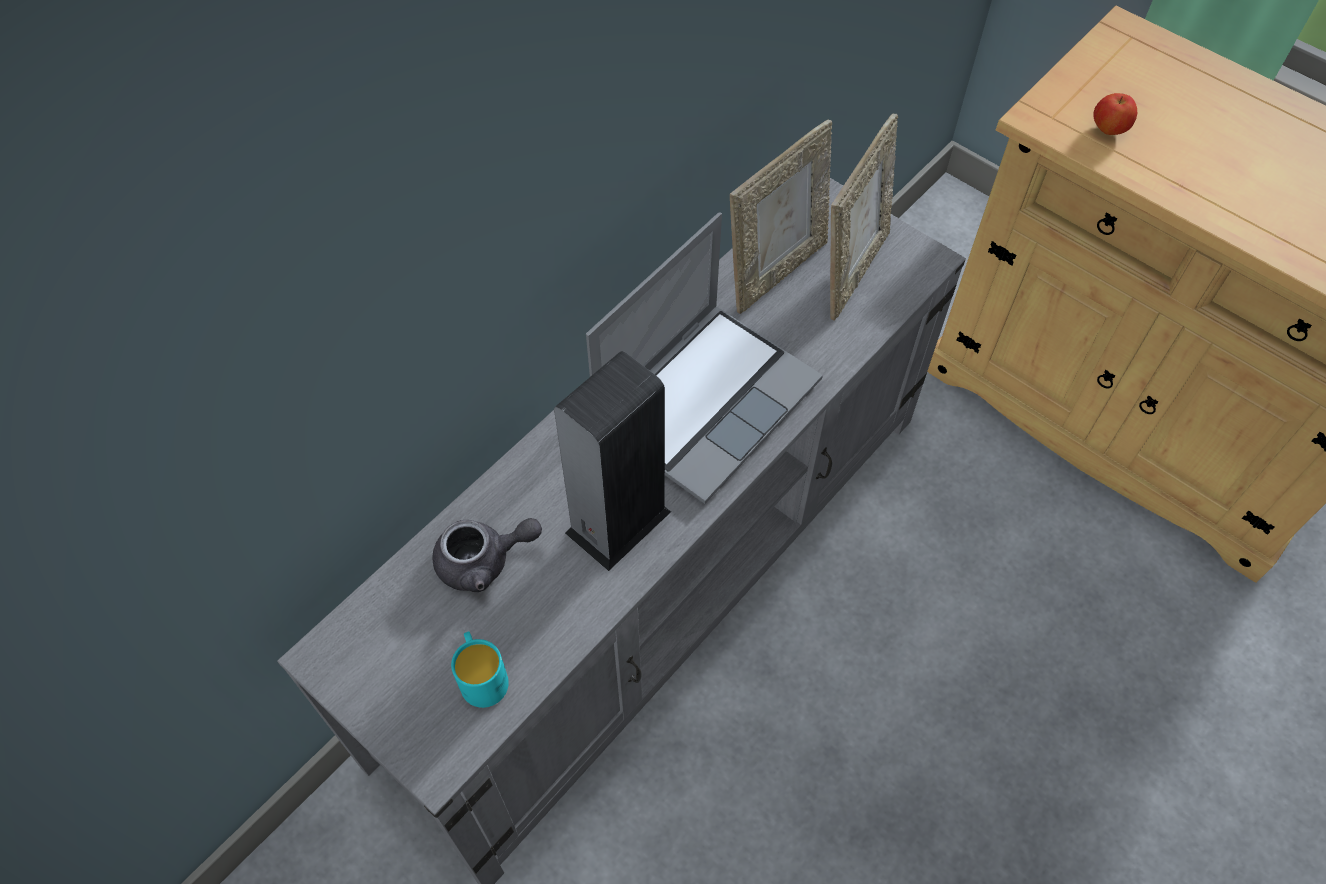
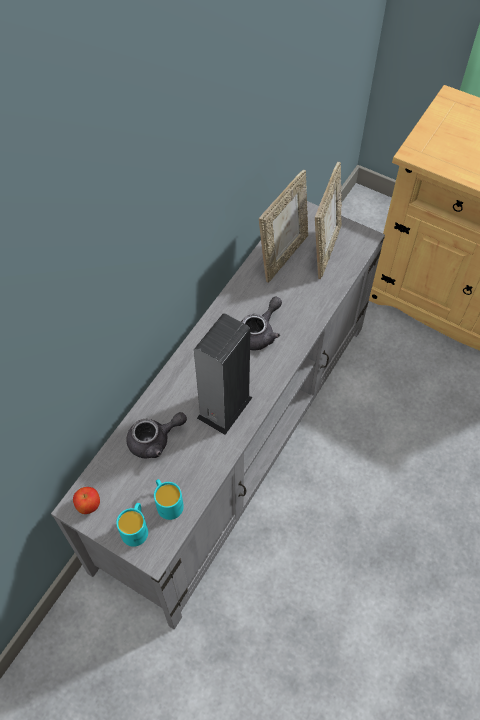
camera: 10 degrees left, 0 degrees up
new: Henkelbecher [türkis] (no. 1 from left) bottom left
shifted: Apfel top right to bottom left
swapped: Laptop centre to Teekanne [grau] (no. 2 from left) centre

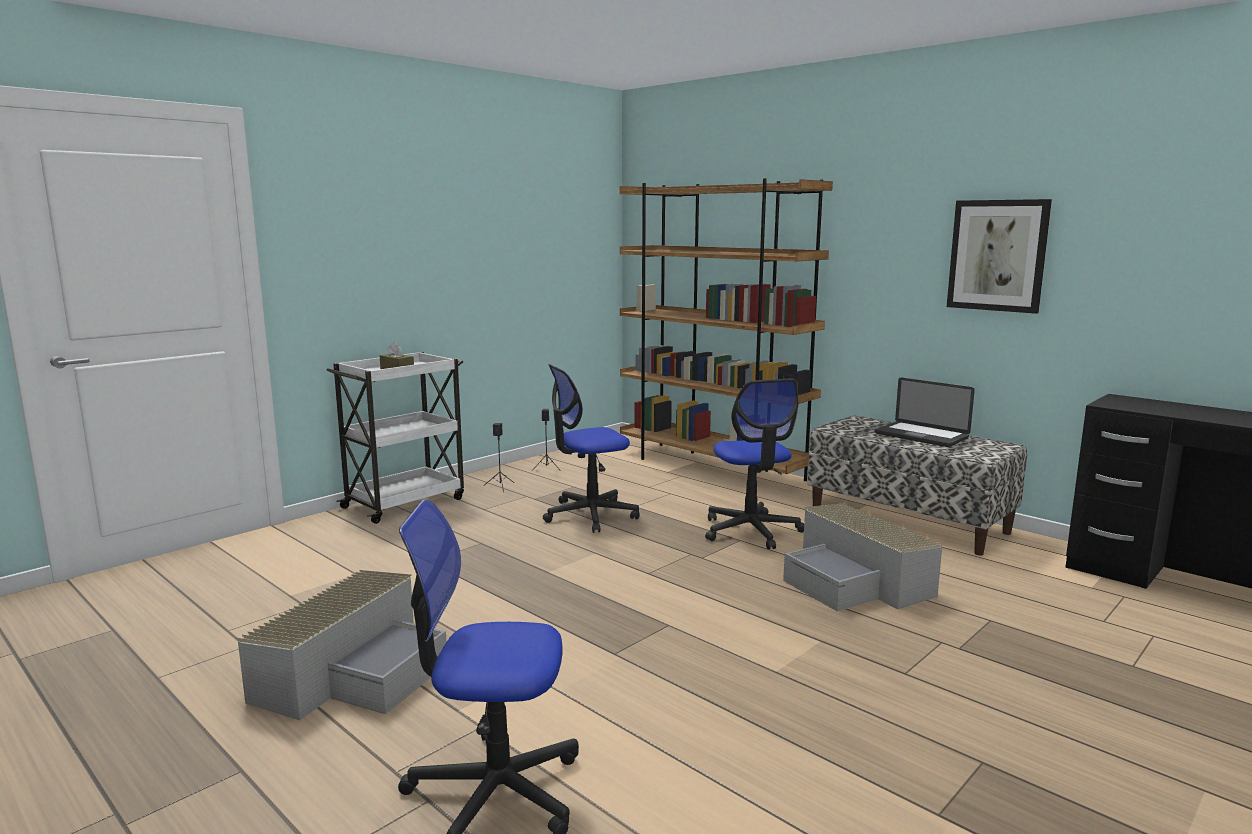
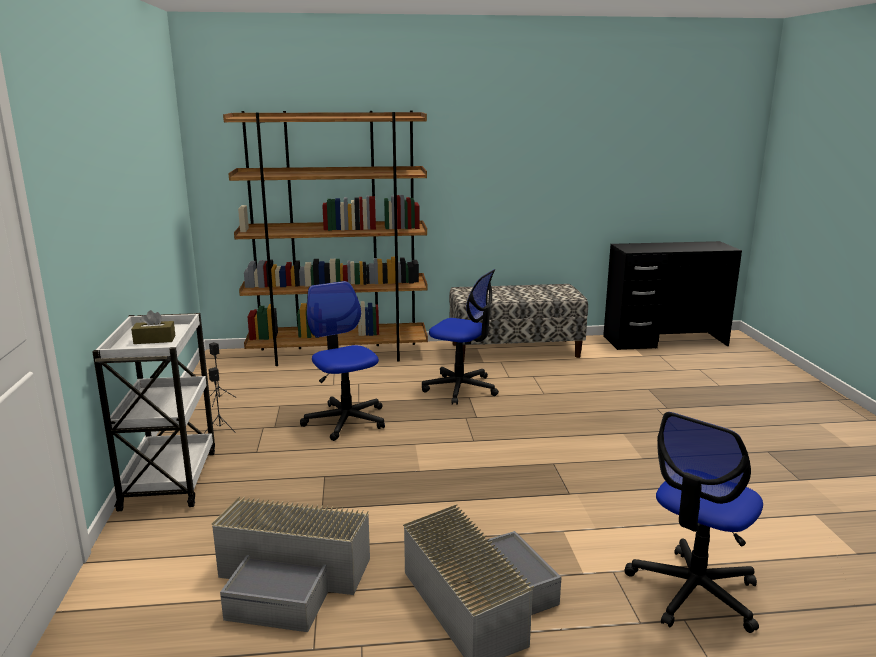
camera: 50 degrees left, 5 degrees up
gone: Laptop middle right; Bild top right
shifted: Aufbewahrungsbox [grau] (no. 2 from left in the first image) bottom right to Aufbewahrungsbox [grau] (no. 1 from left) bottom left
rotated: Bürostuhl (no. 2 from left in the first image) centre = centre 135 degrees clockwise

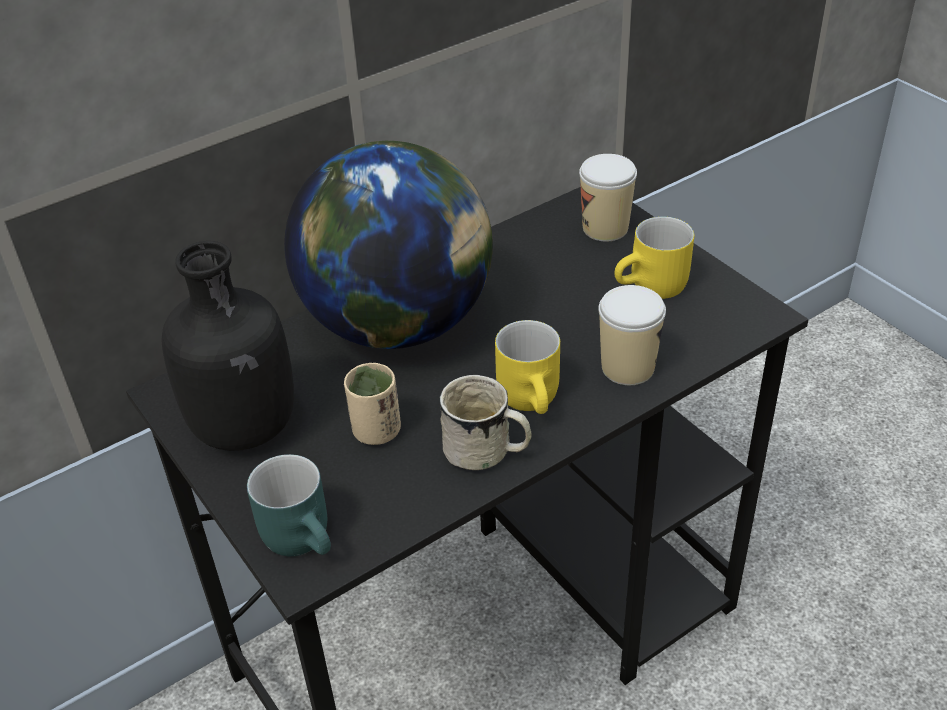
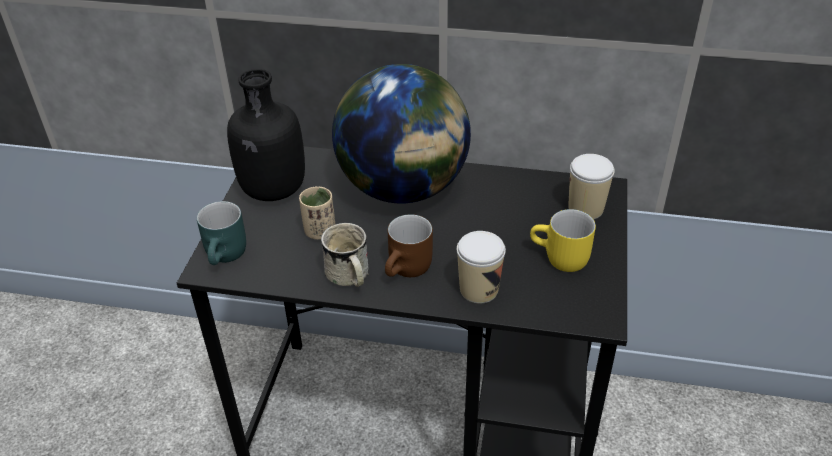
camera: 45 degrees right, 0 degrees up
repainted: Henkelbecher [gelb] (no. 1 from left) centre to Henkelbecher [braun] centre

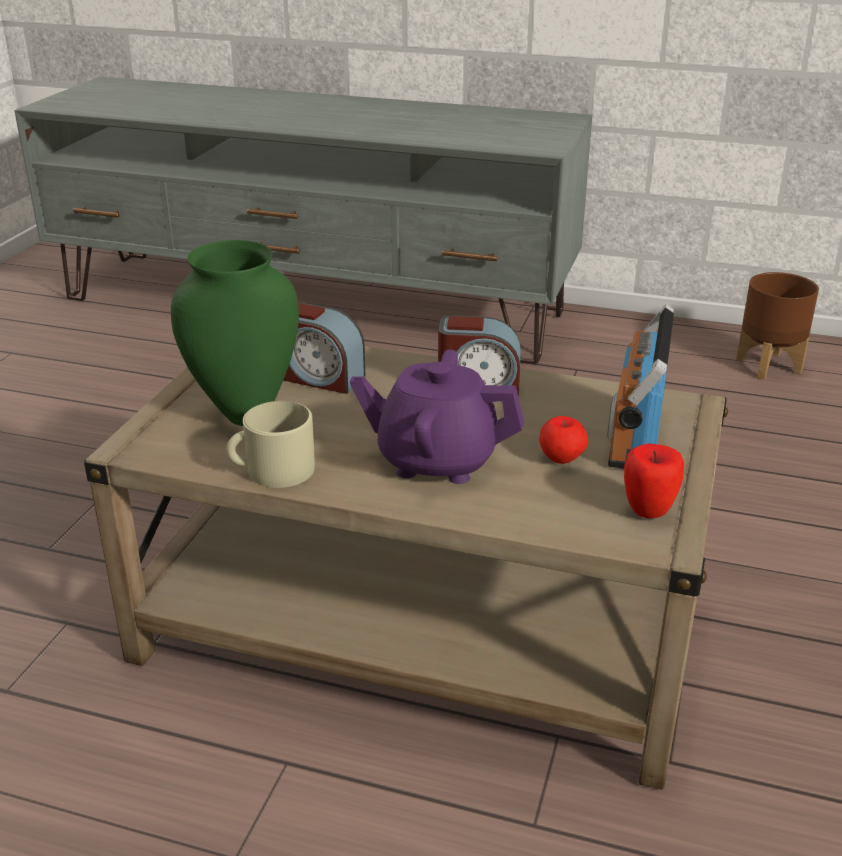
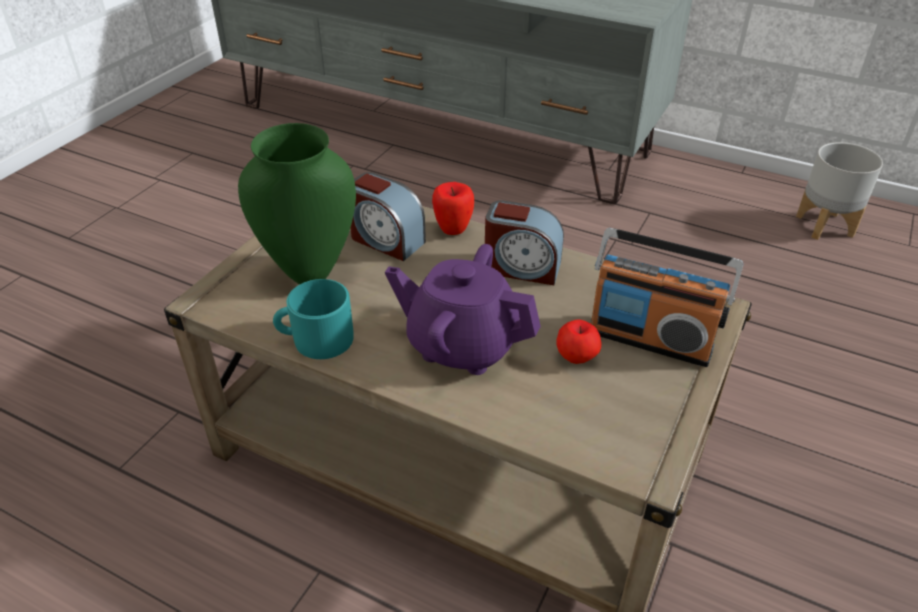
camera: 10 degrees right, 10 degrees up
shifted: Apfel (no. 2 from left in the first image) middle right to Apfel (no. 1 from left) centre
repainted: Henkelbecher [beige] middle left to Henkelbecher [türkis] centre; Pflanzkübel [braun] middle right to Pflanzkübel [grau] top right
rotated: Radio middle right = middle right 90 degrees counterclockwise

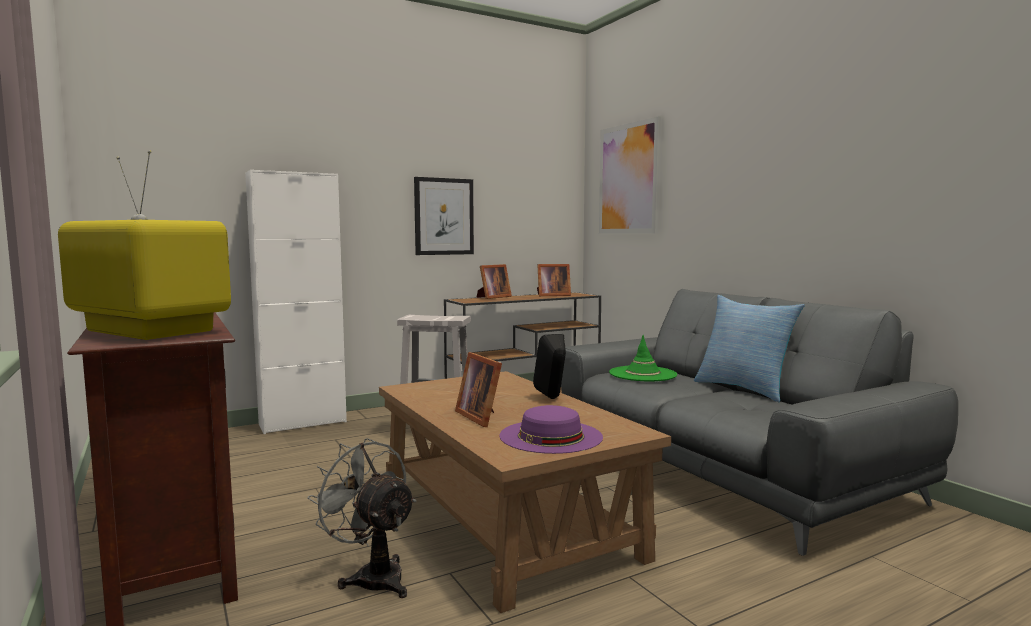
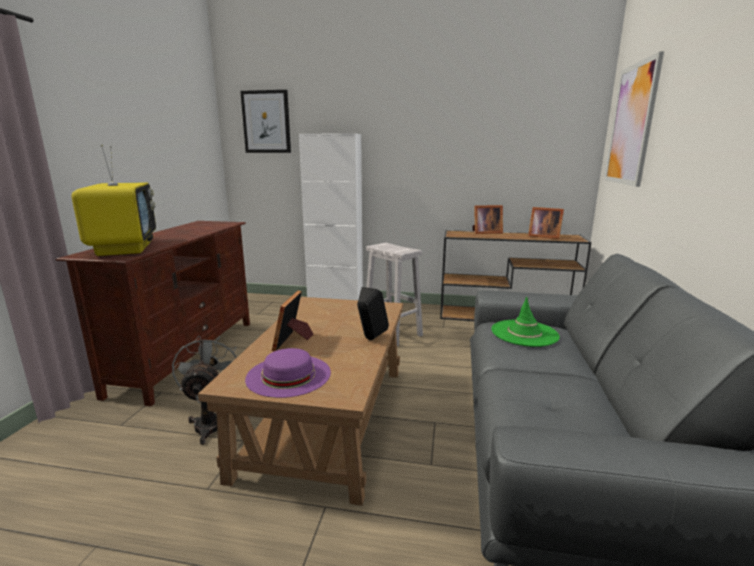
camera: 40 degrees right, 10 degrees up
gone: Kissen middle right
shifted: Bild (no. 1 from left) centre to top centre

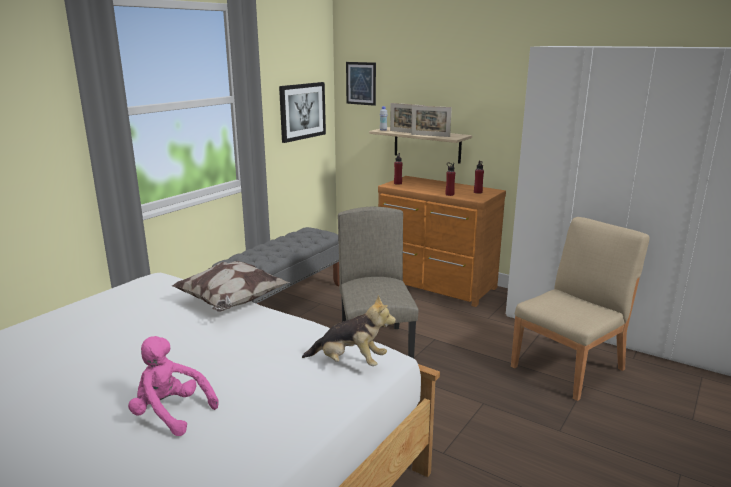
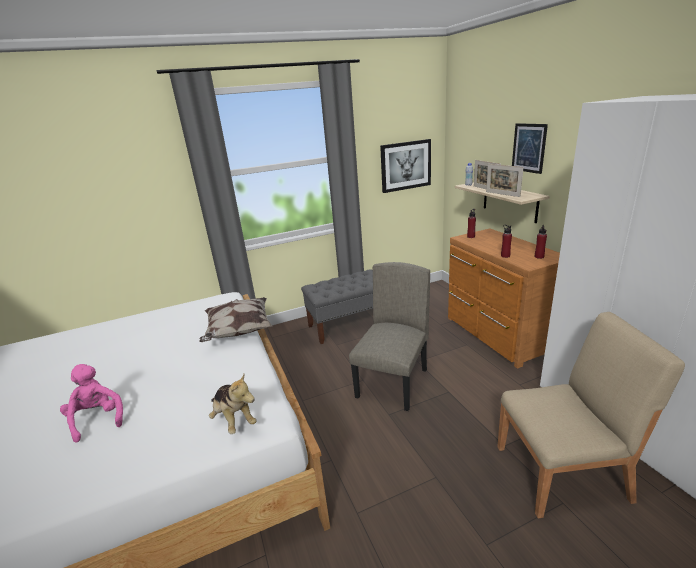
camera: 35 degrees right, 5 degrees up
shifted: Bild (no. 2 from left) top centre to top right

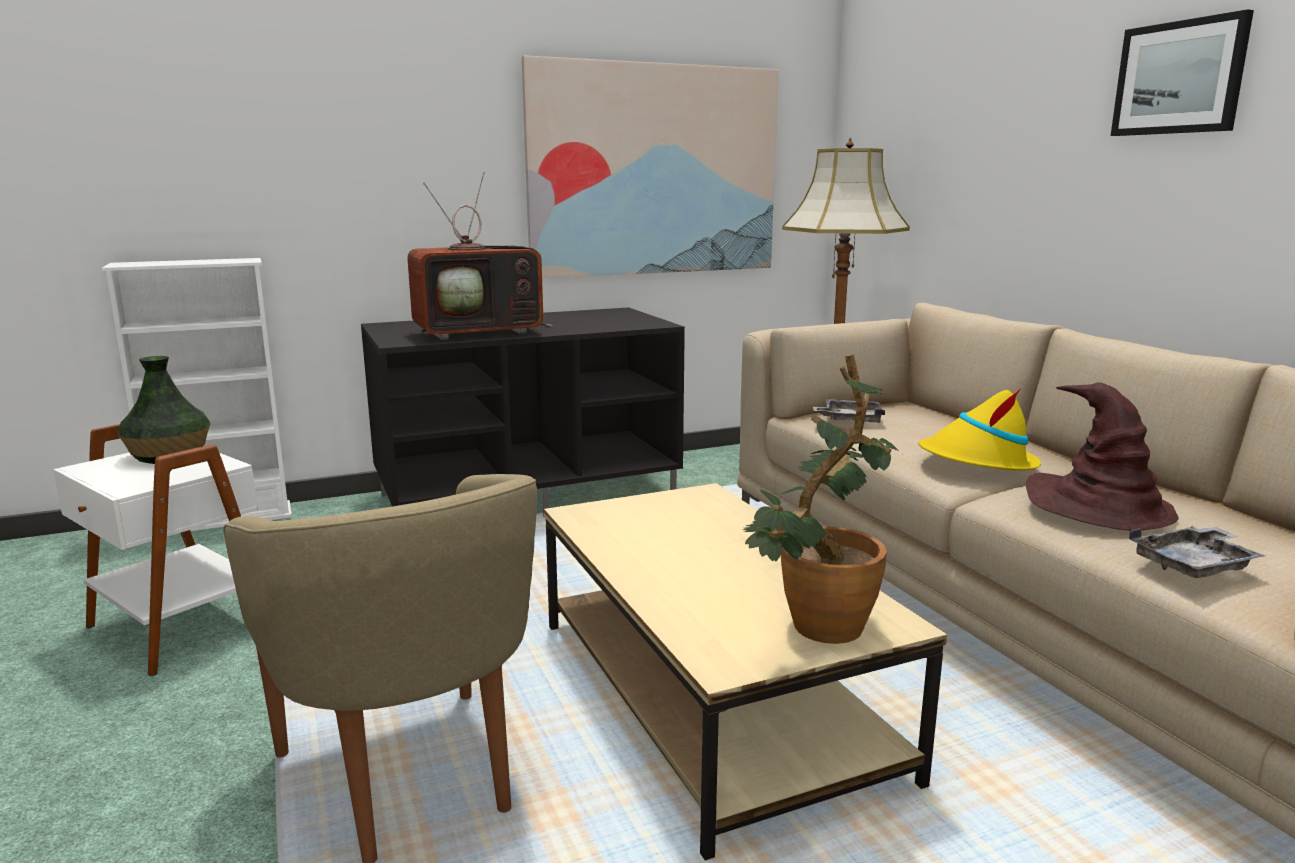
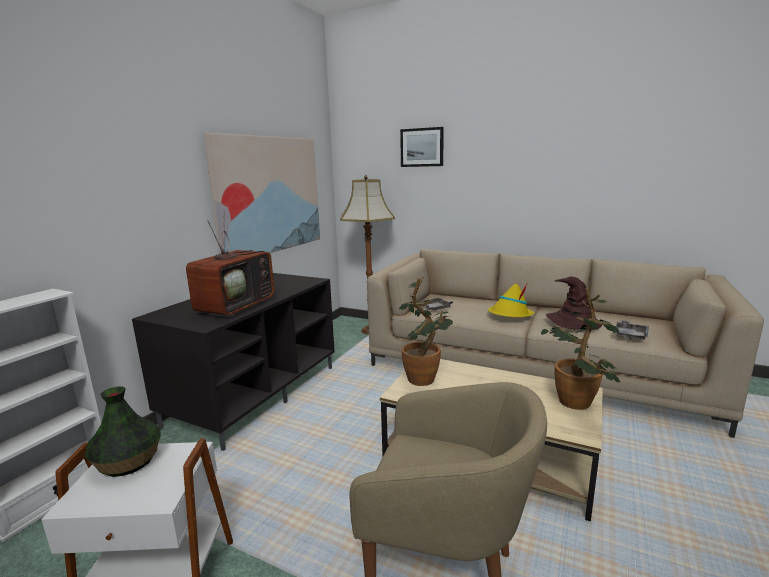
camera: 40 degrees left, 0 degrees up
new: Topfpflanze (no. 1 from left) centre
shifted: Bild (no. 2 from left) top right to top centre

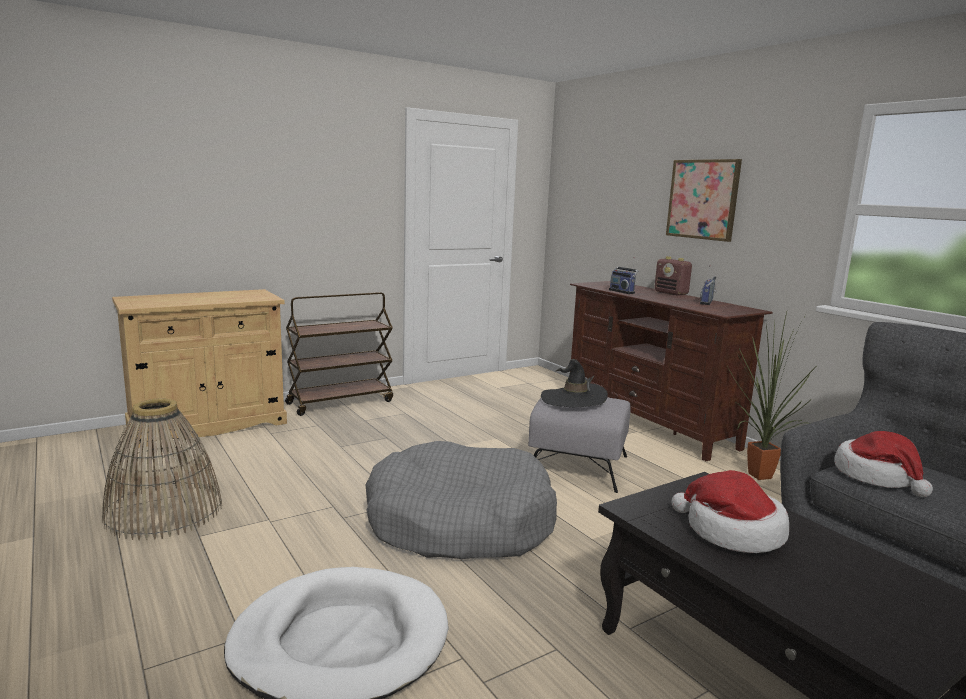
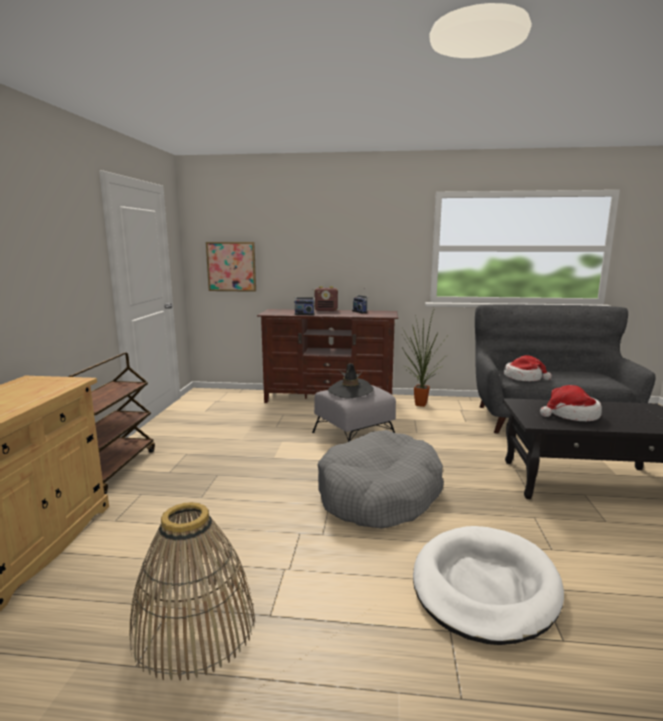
camera: 50 degrees left, 0 degrees up
shifted: Bild top right to centre

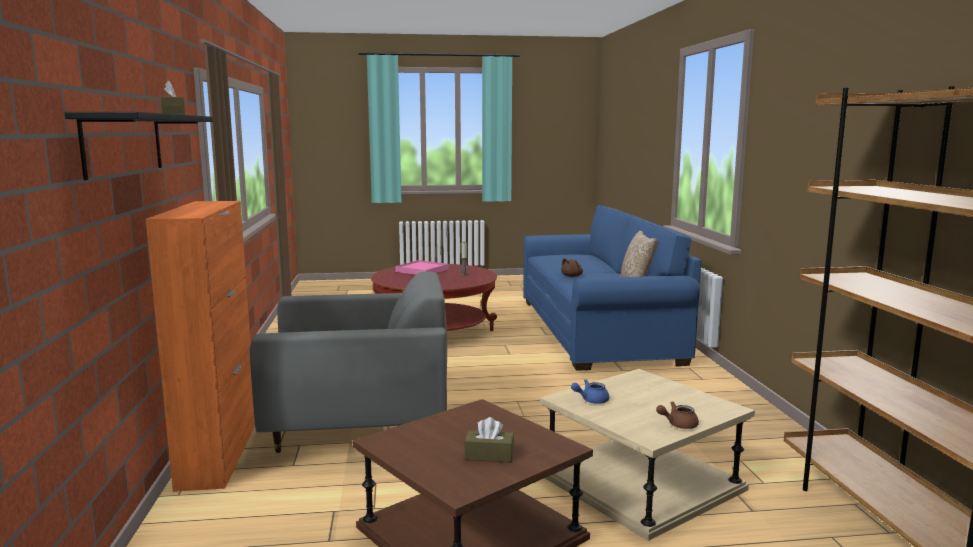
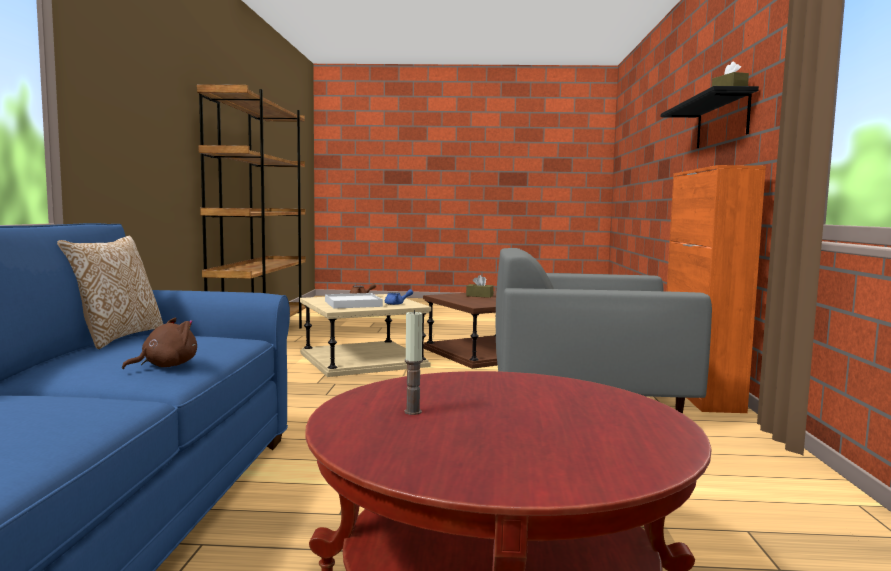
camera: 170 degrees left, 5 degrees down
gone: Tablett [rosa] centre
new: Tablett [weiß] centre

